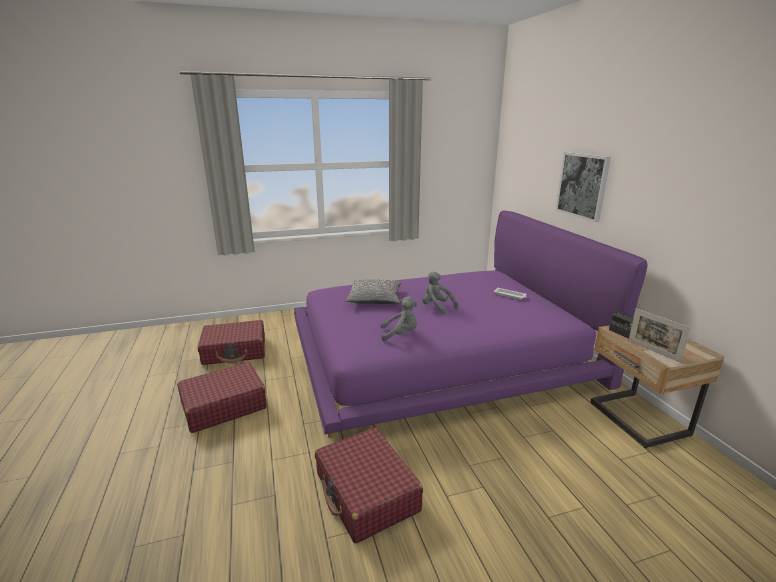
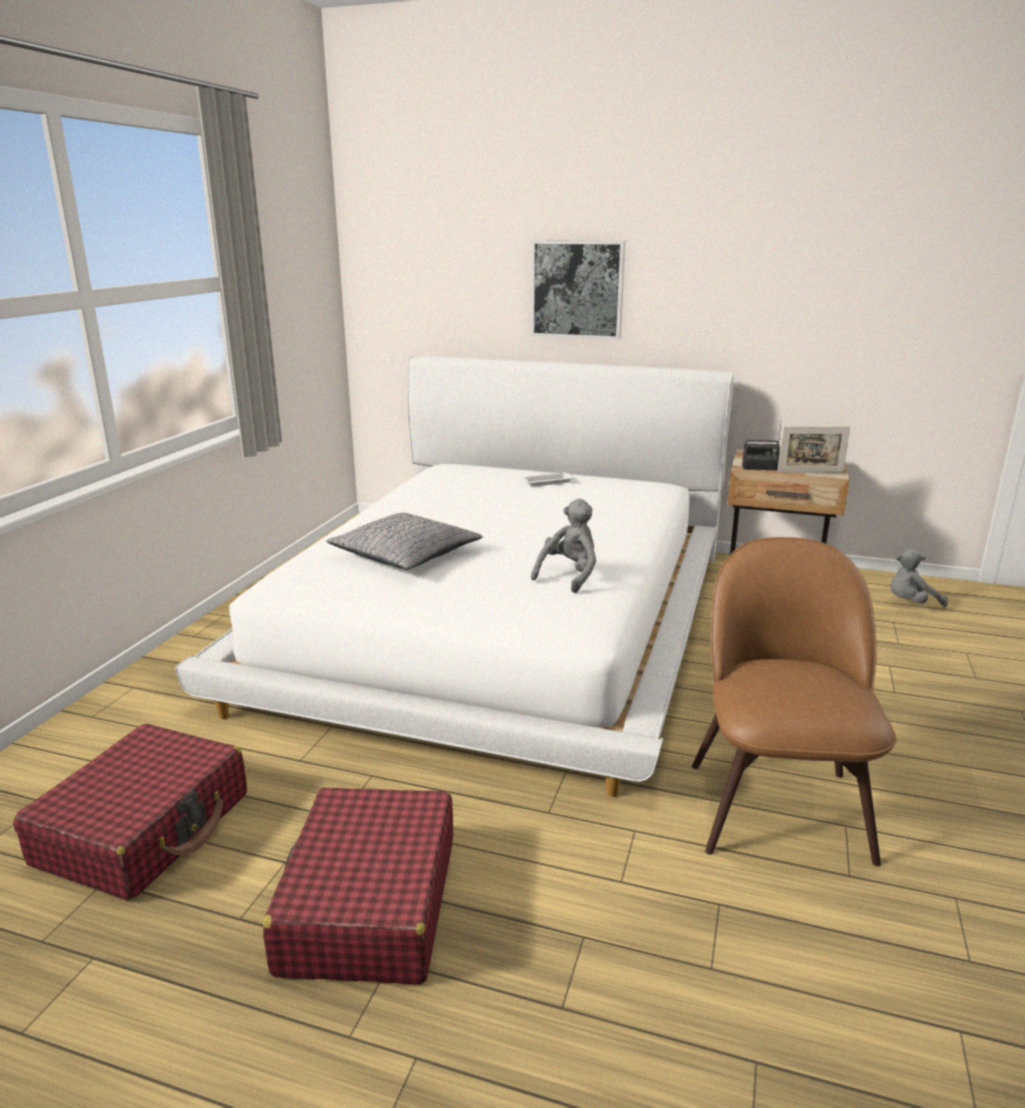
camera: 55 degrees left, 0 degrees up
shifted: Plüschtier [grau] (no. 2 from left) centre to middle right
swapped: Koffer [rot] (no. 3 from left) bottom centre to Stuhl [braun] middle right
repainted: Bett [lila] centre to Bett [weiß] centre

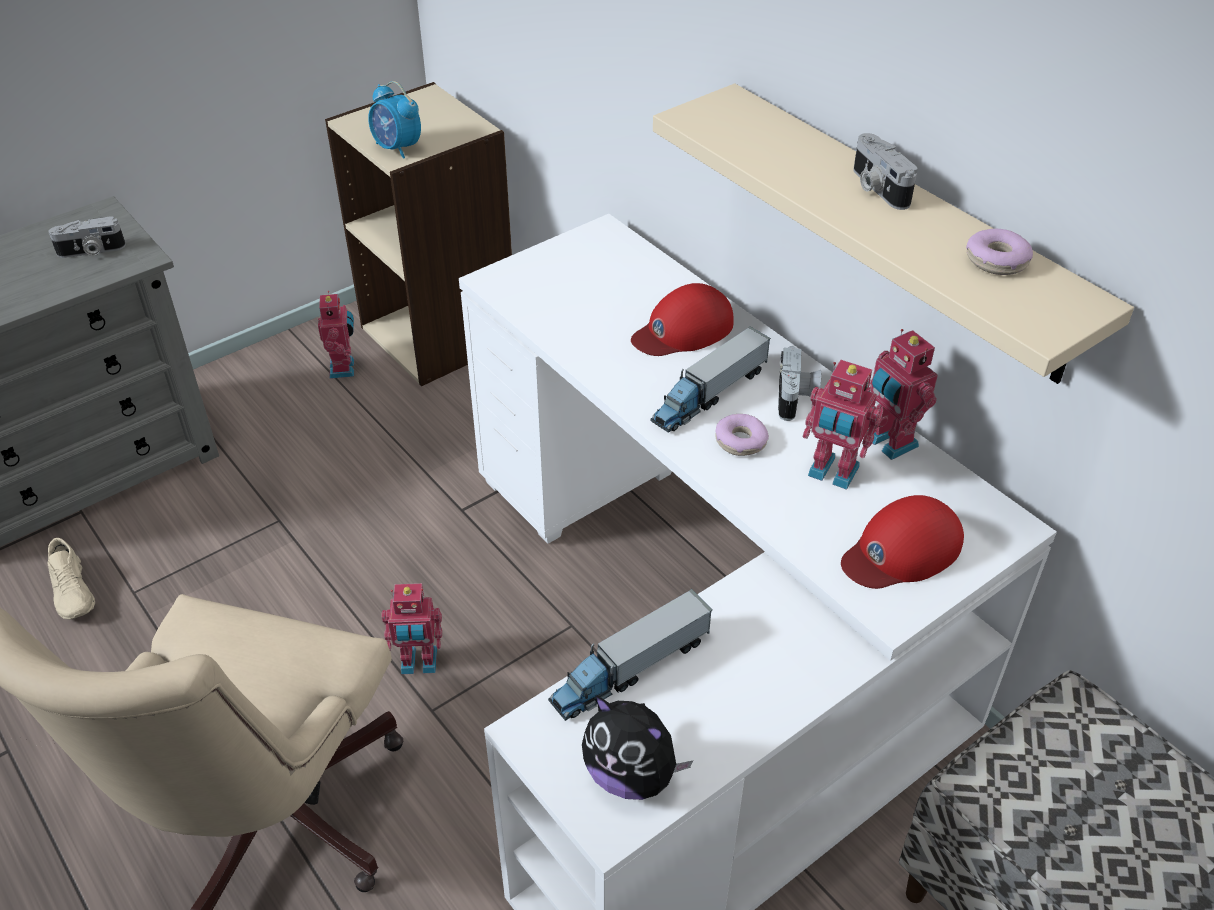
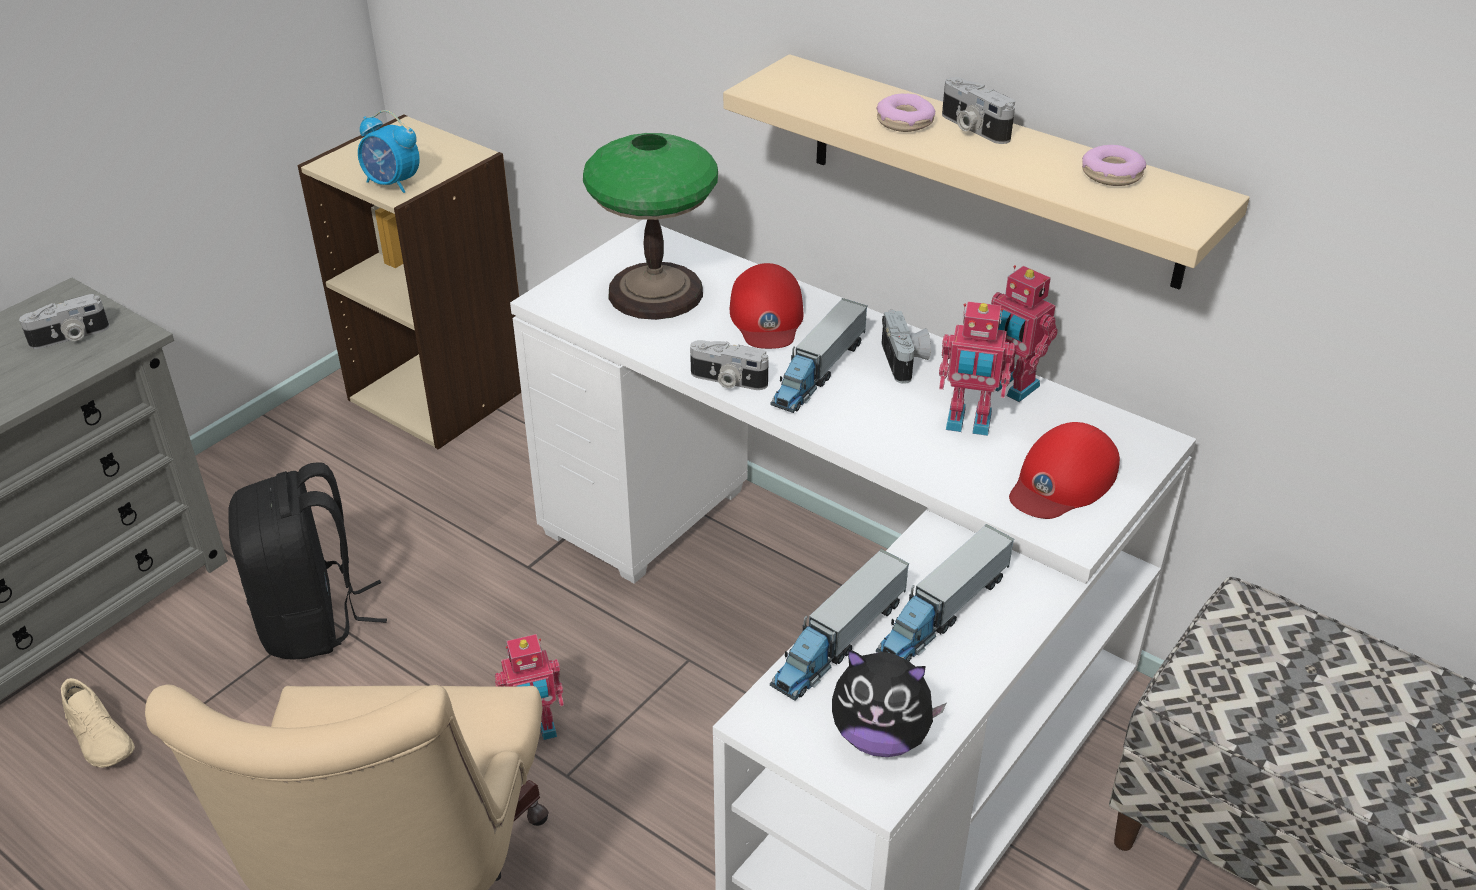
camera: 15 degrees left, 5 degrees down
gone: Spielzeugroboter (no. 1 from left) middle left
new: Rucksack [schwarz] middle left; Tischlampe top centre; Kamera (no. 2 from left) centre; Spielzeuglaster (no. 3 from left) centre
shifted: Donut (no. 1 from left) centre to top centre
rotated: Kappe [rot] (no. 1 from left) centre = centre 45 degrees counterclockwise

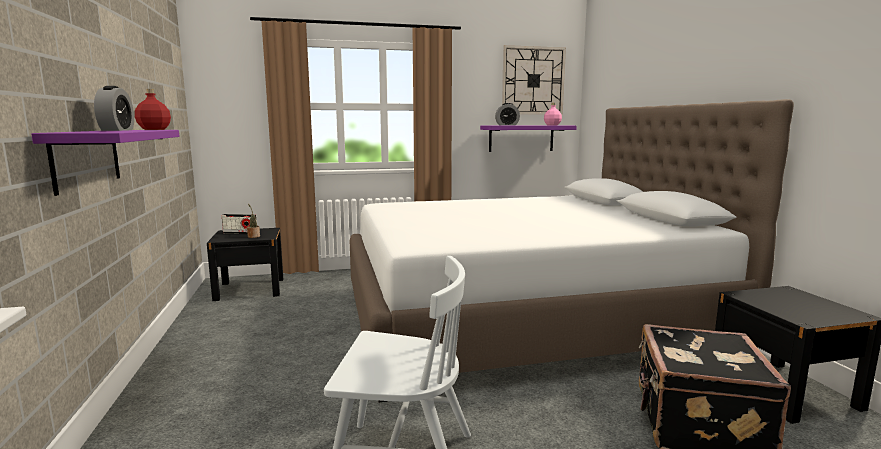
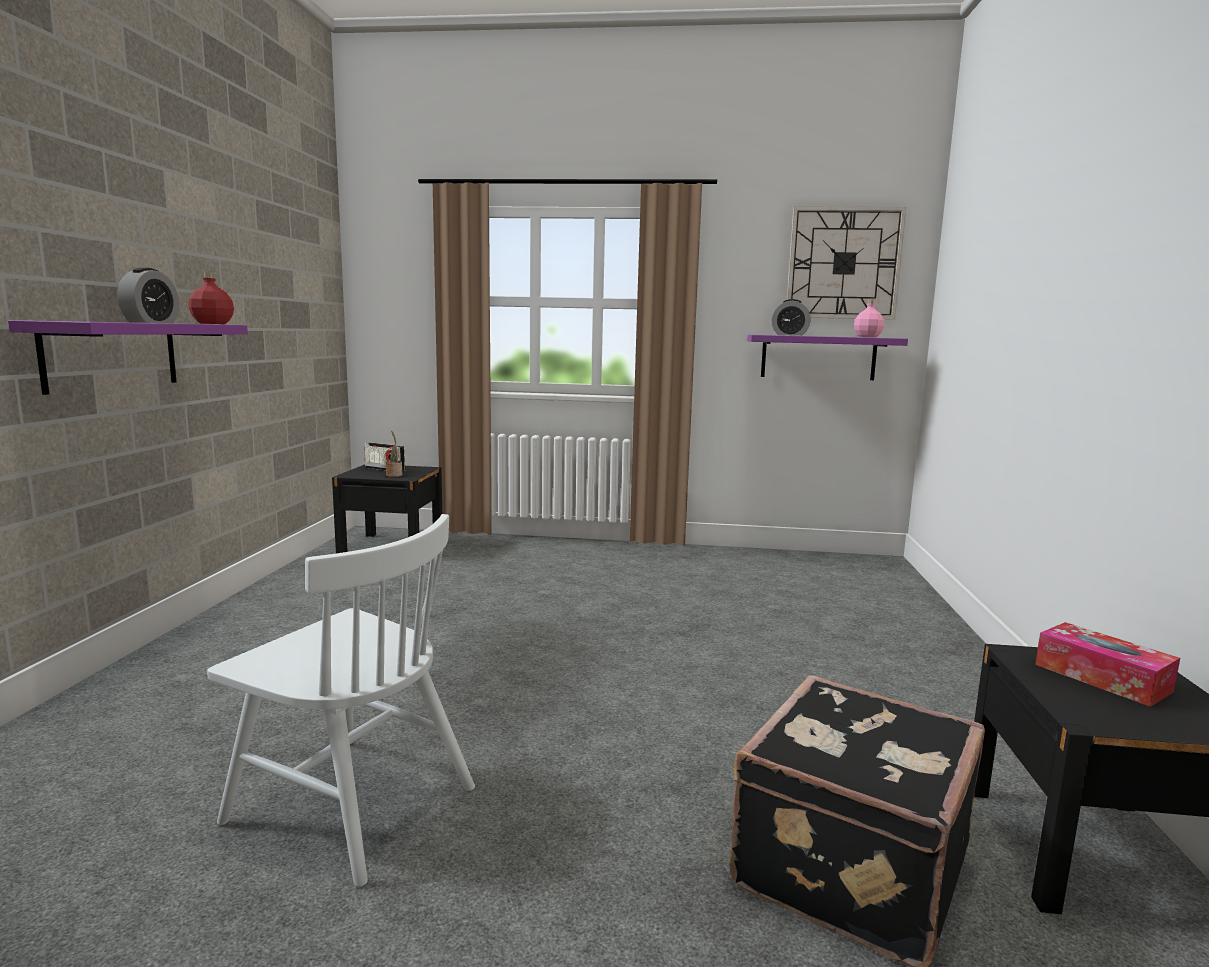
camera: 20 degrees right, 0 degrees up
gone: Bett [weiß] centre
new: Taschentuchbox bottom right

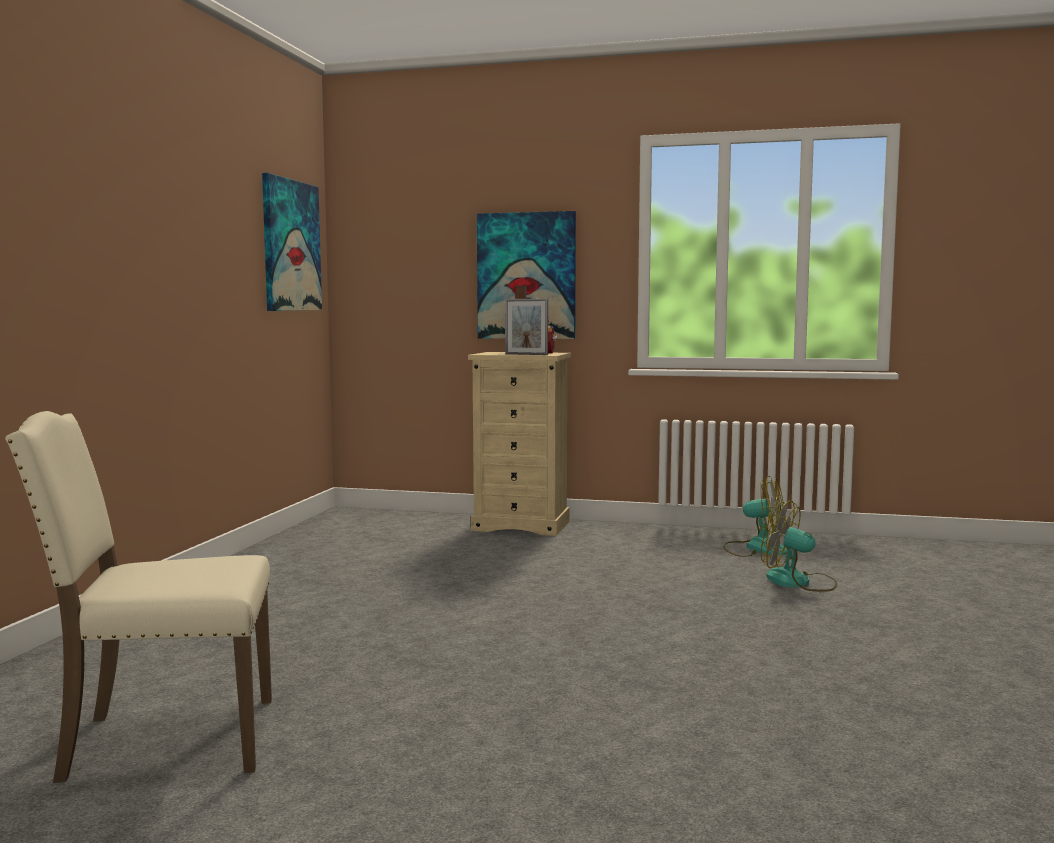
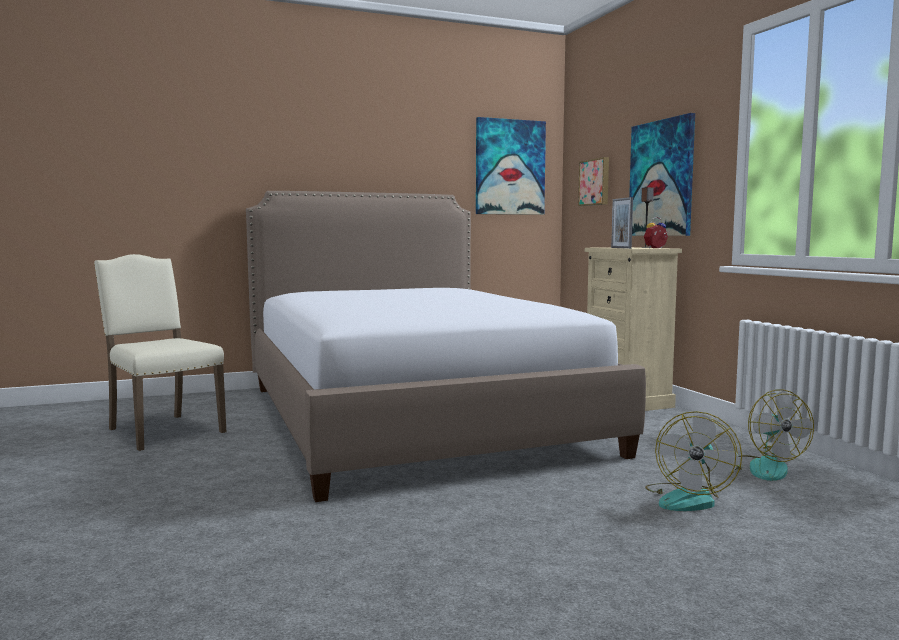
camera: 55 degrees right, 0 degrees up
new: Bett centre; Bild (no. 2 from left) top centre
rotated: Ventilator (no. 2 from left in the first image) middle right = bottom right 150 degrees counterclockwise

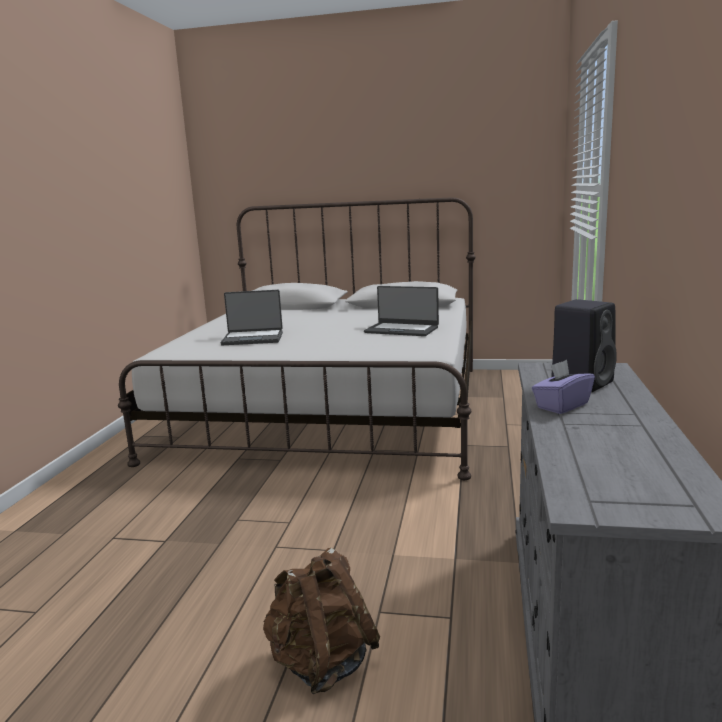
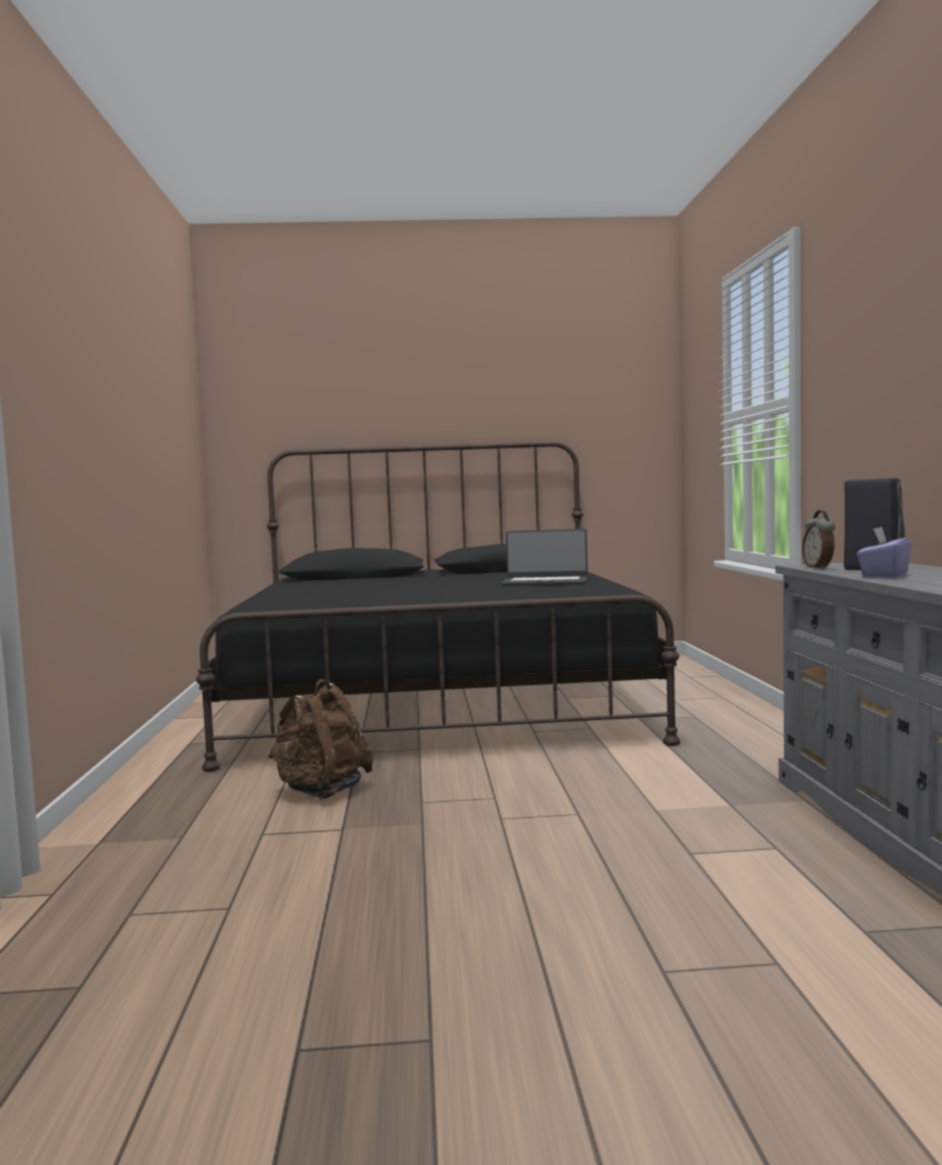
camera: 15 degrees left, 10 degrees down
gone: Laptop (no. 1 from left) centre
new: Wecker middle right
shifted: Rucksack [braun] bottom centre to centre
repainted: Bett [weiß] centre to Bett [schwarz] centre

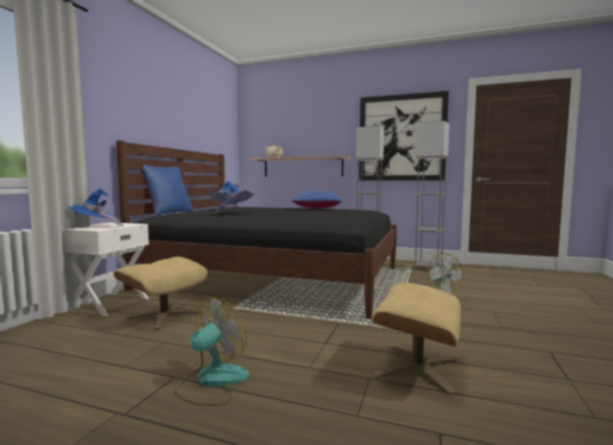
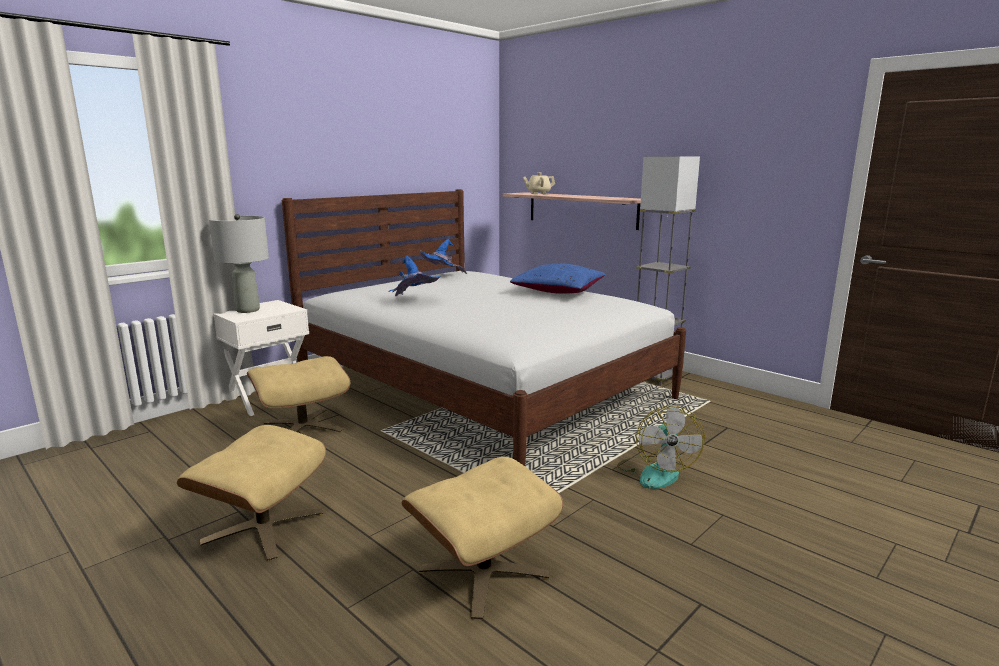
camera: 25 degrees right, 10 degrees up
gone: Kissen [blau] (no. 1 from left) middle left; Bild top centre; Stehlampe [grau] (no. 2 from left) middle right
swapped: Hut [blau] (no. 1 from left) middle left to Tischlampe [grau] middle left; Ventilator (no. 1 from left) bottom centre to Polsterhocker [beige] (no. 1 from left) bottom left
repainted: Bett [schwarz] centre to Bett [weiß] centre

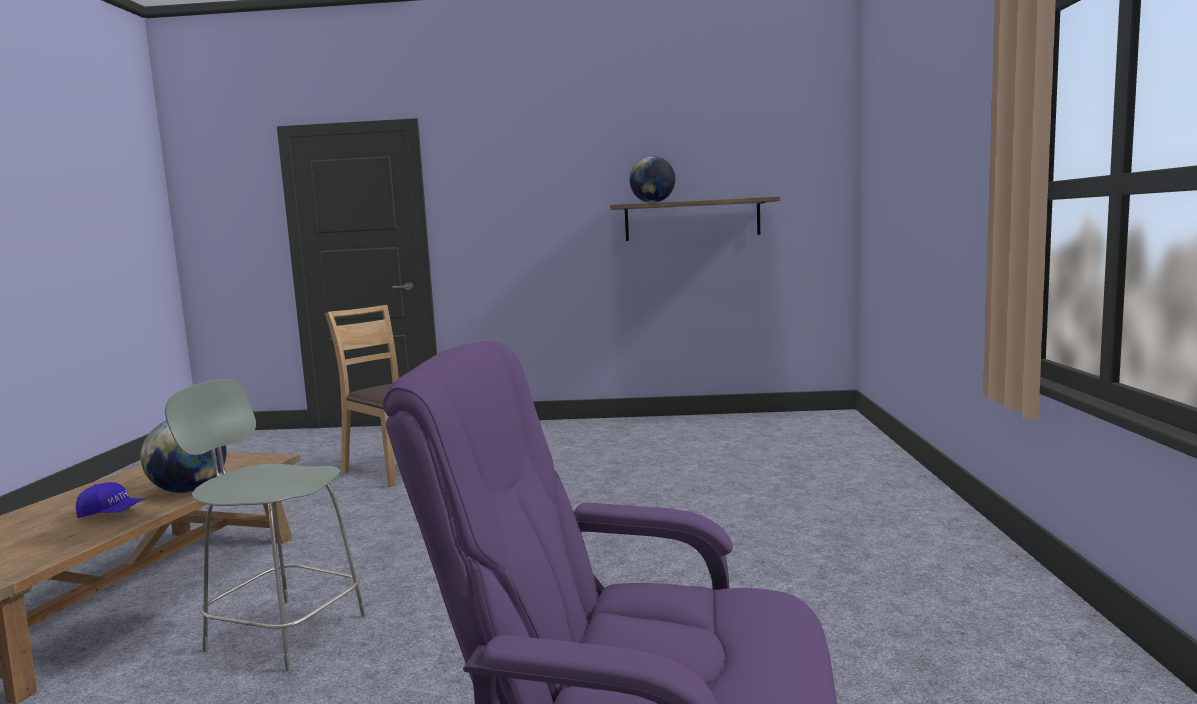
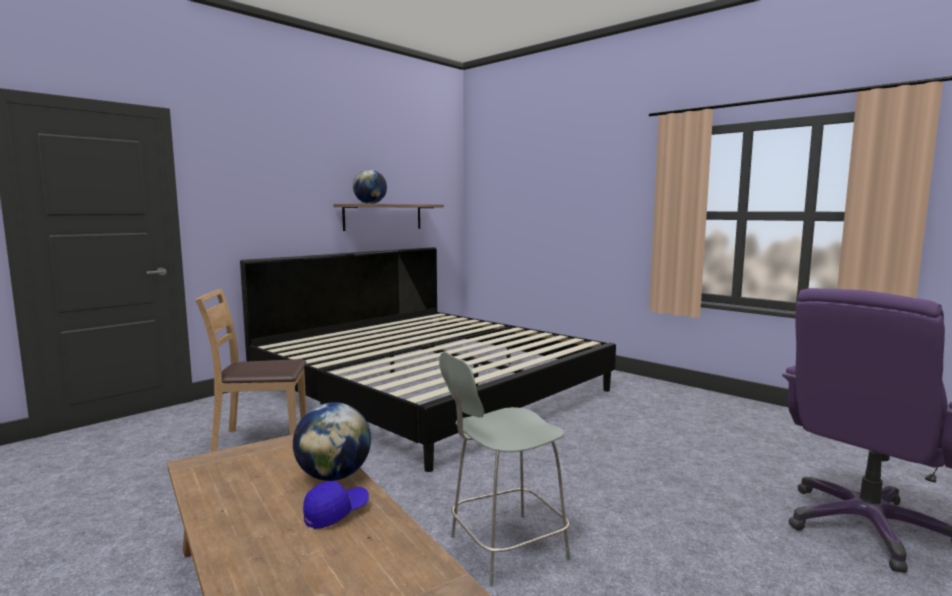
camera: 50 degrees left, 0 degrees up
new: Bett centre

